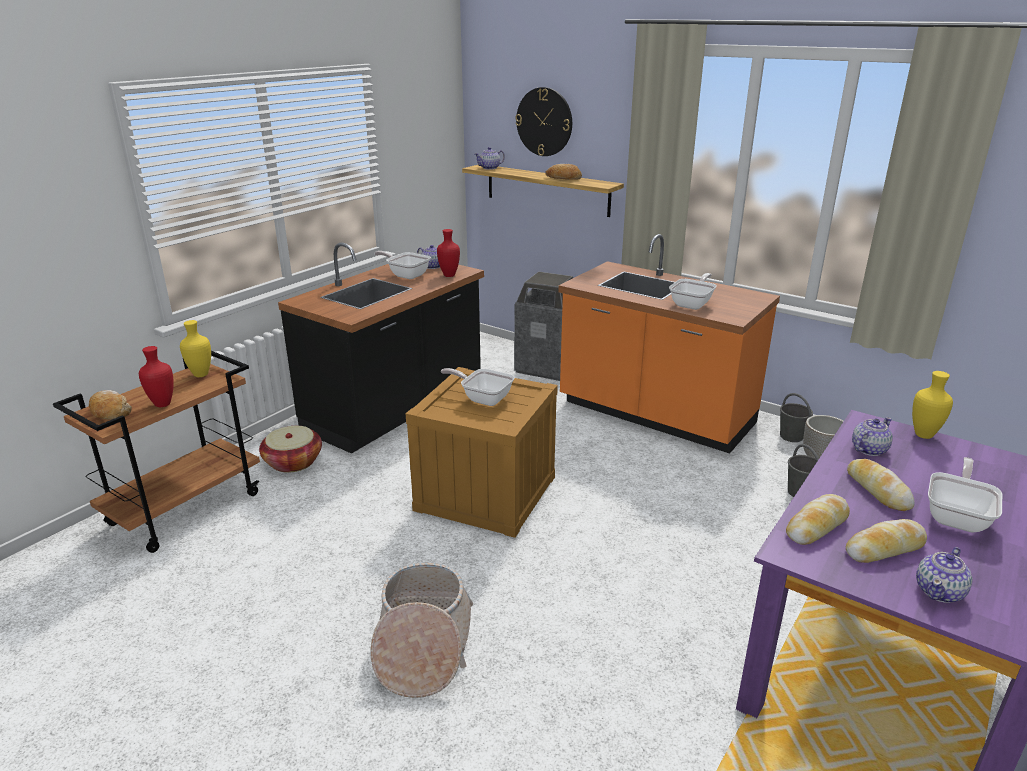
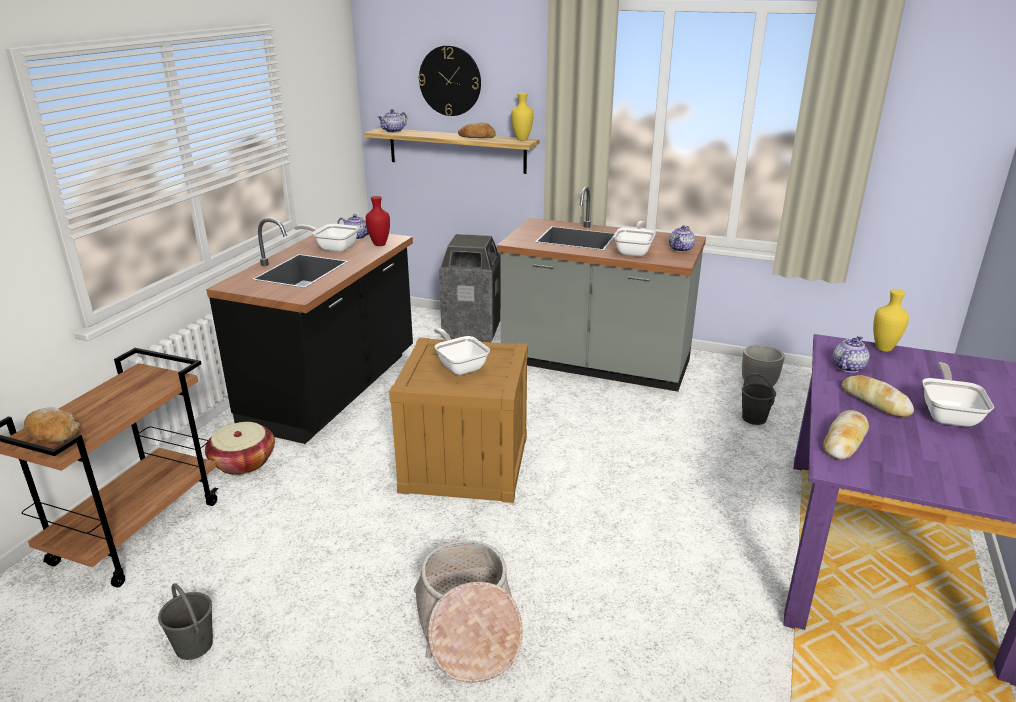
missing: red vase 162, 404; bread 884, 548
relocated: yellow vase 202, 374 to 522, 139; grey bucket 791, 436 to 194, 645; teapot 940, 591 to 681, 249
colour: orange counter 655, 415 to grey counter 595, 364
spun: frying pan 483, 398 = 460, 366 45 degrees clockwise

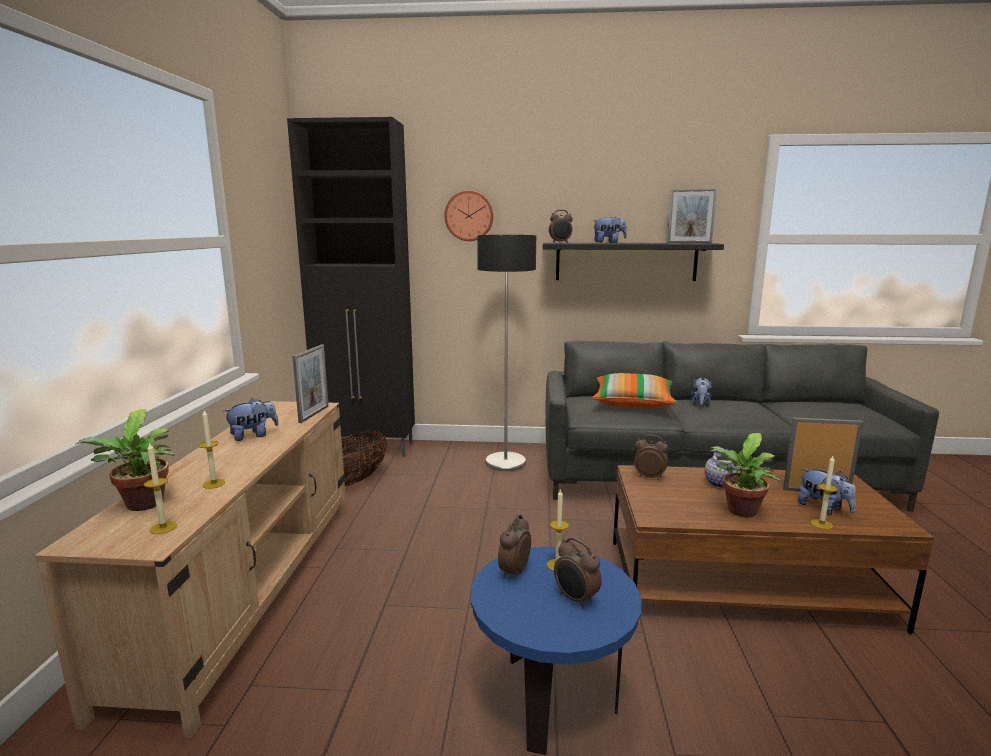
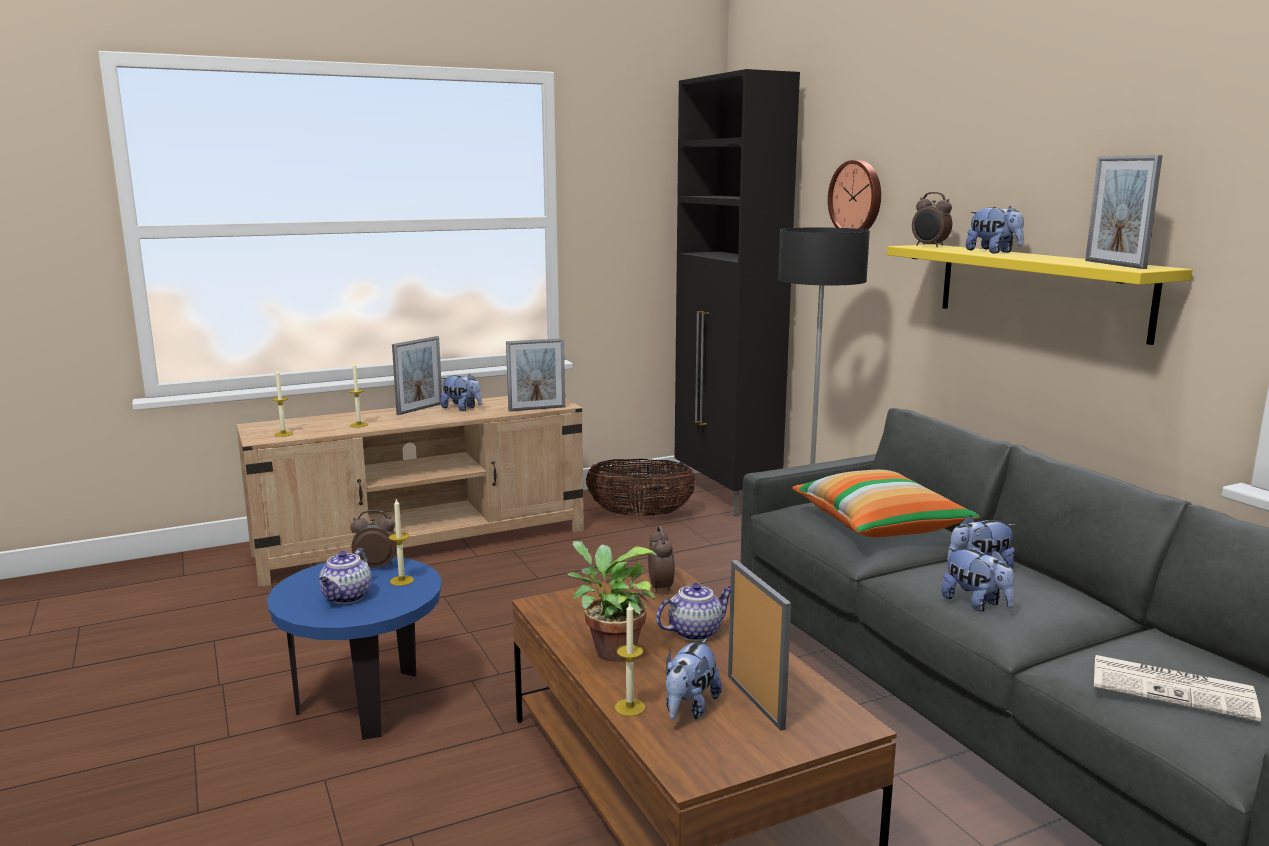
missing: potted plant 142, 506
appeared: picture frame 420, 409; plush toy 976, 604; newspaper 1174, 689
exchanged: alarm clock 575, 599 to teapot 346, 597
colour: black shelf 626, 261 to yellow shelf 1040, 289

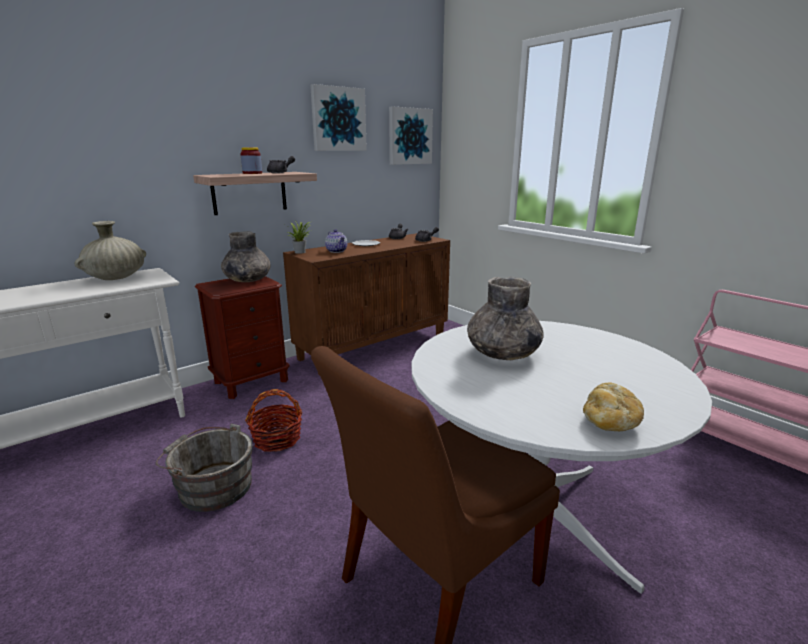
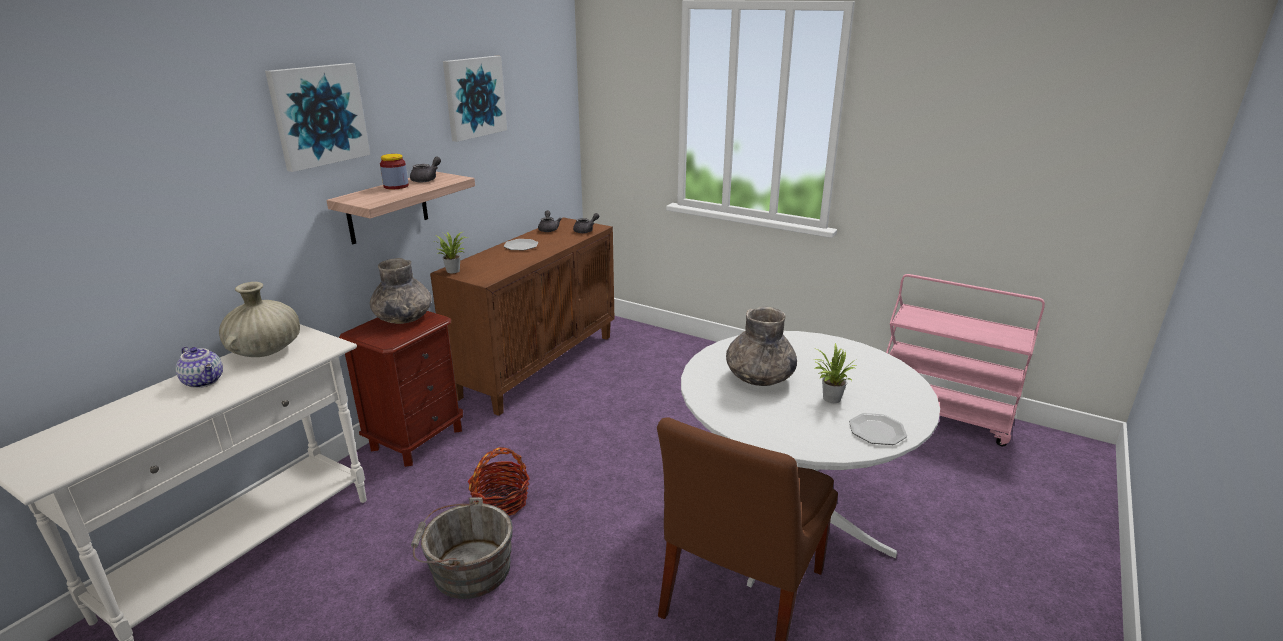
appeared: potted plant 829, 398
relocated: teapot 337, 251 to 205, 381; picture 409, 136 to 319, 115
exchanged: bread 609, 422 to plate 877, 431

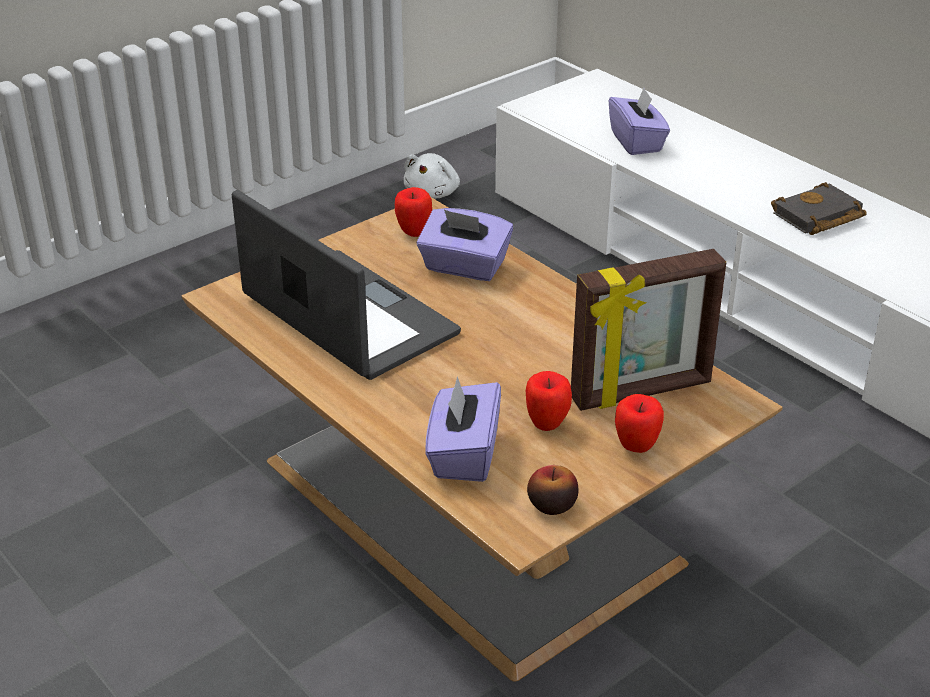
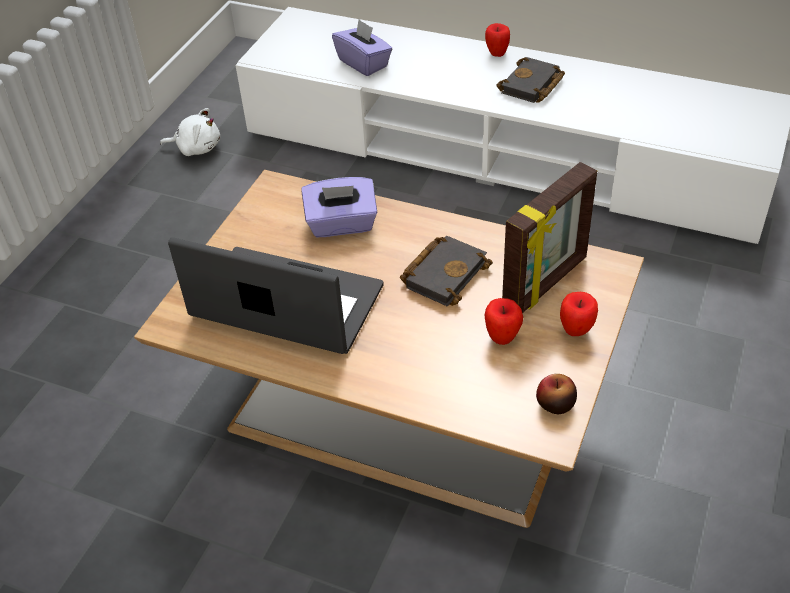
missing: purple tissue box 463, 454
appeared: black book 444, 273
relocated: apple 414, 232 to 496, 54
spun: white plush toy 433, 193 = 197, 148 75 degrees counterclockwise

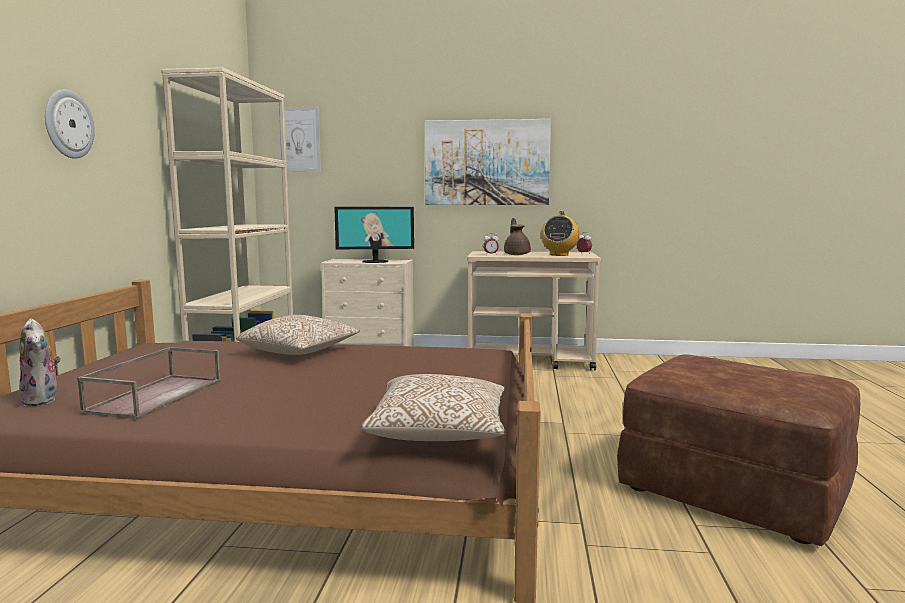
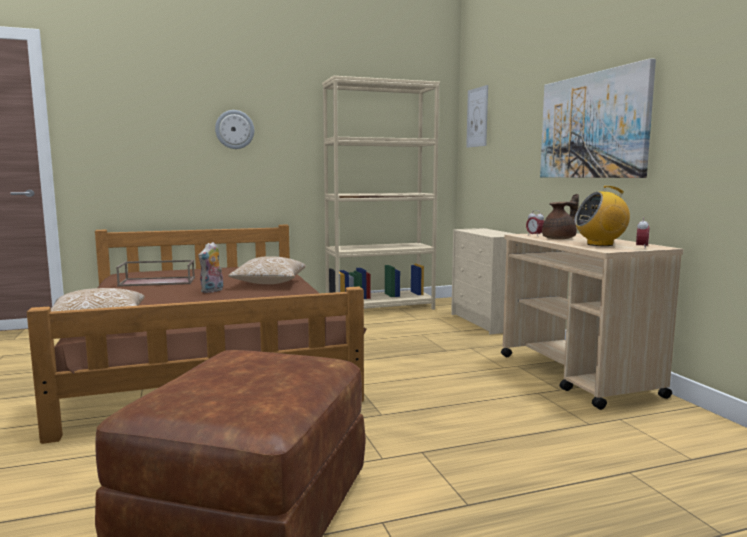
missing: monitor 375, 261
relocated: plush toy 43, 400 to 212, 291

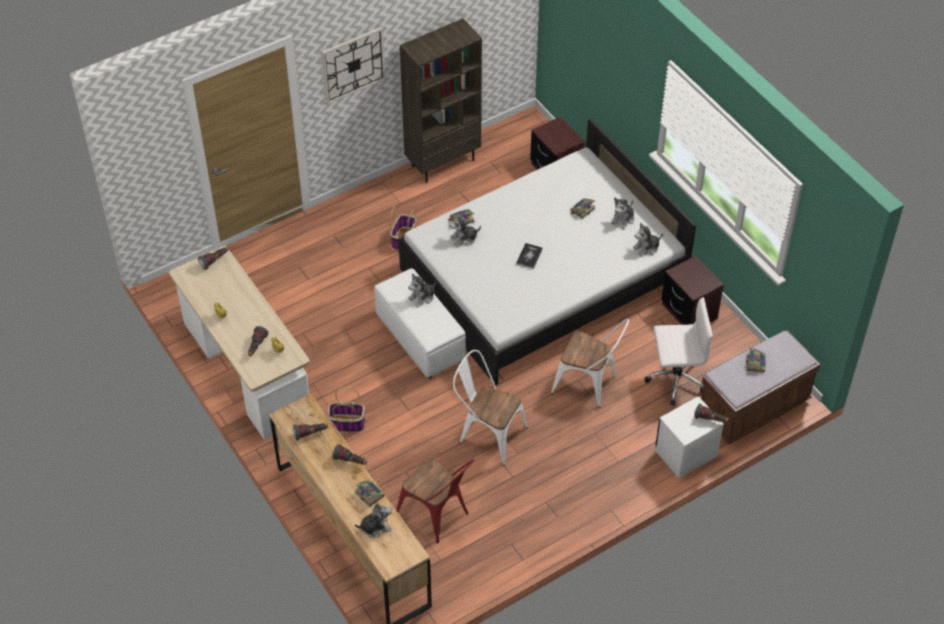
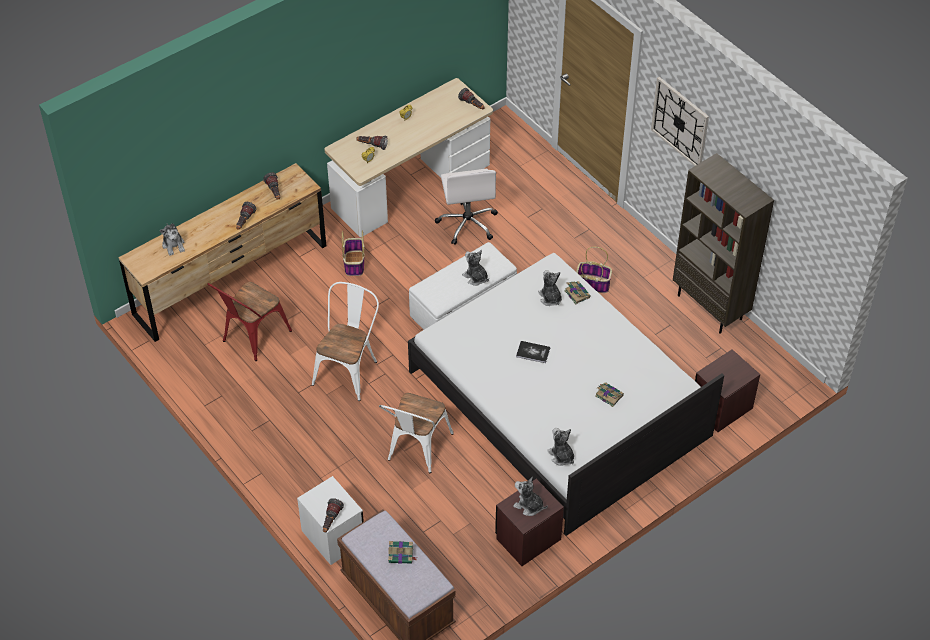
missing: book 369, 494
relocated: plush toy 623, 219 to 529, 506; white office chair 674, 378 to 467, 223

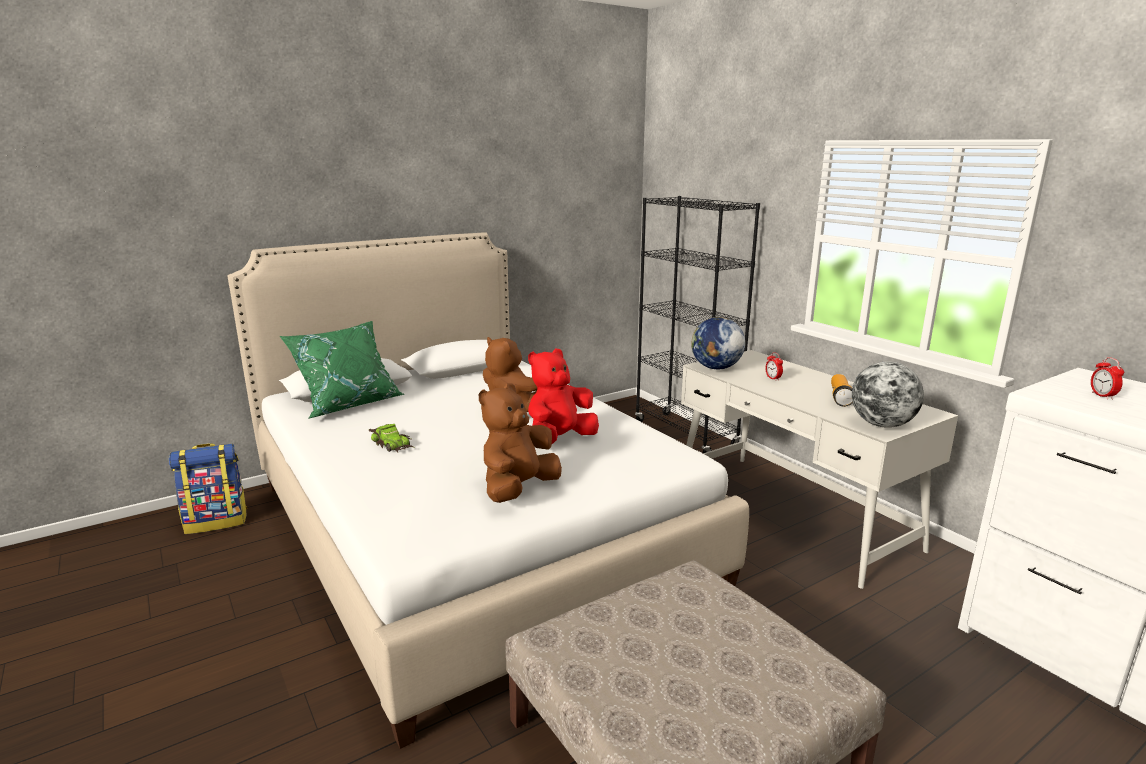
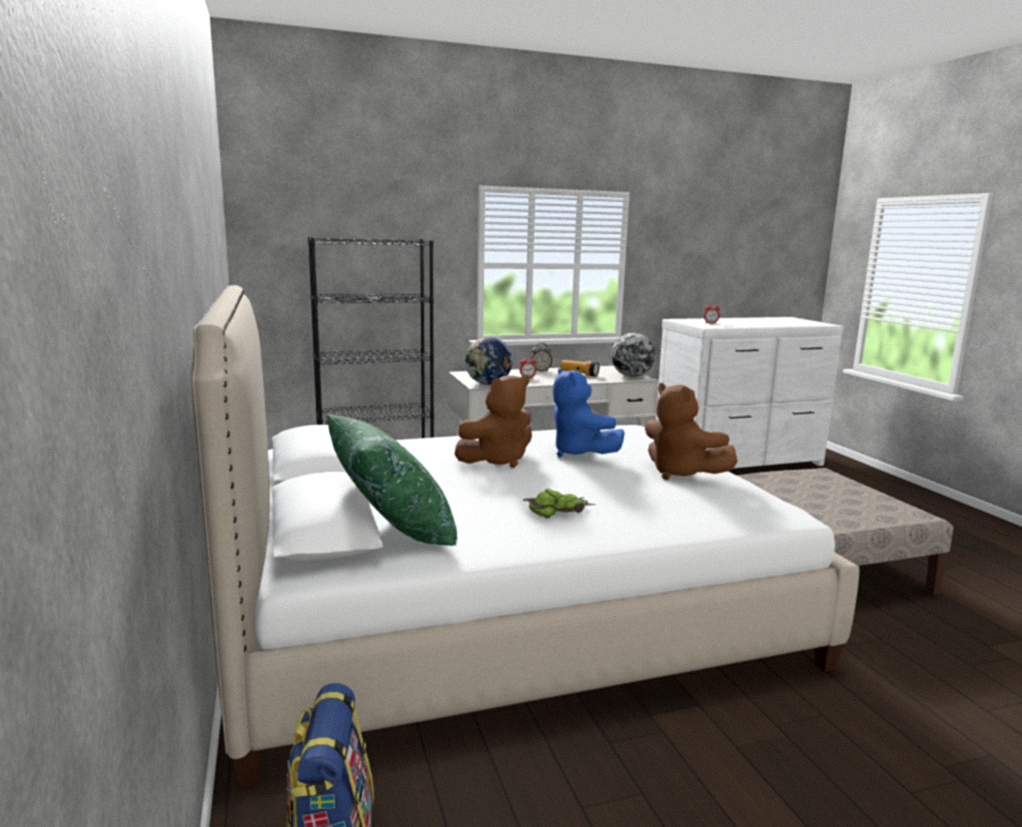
appeared: alarm clock 540, 371
colour: red plush toy 559, 440 to blue plush toy 580, 453

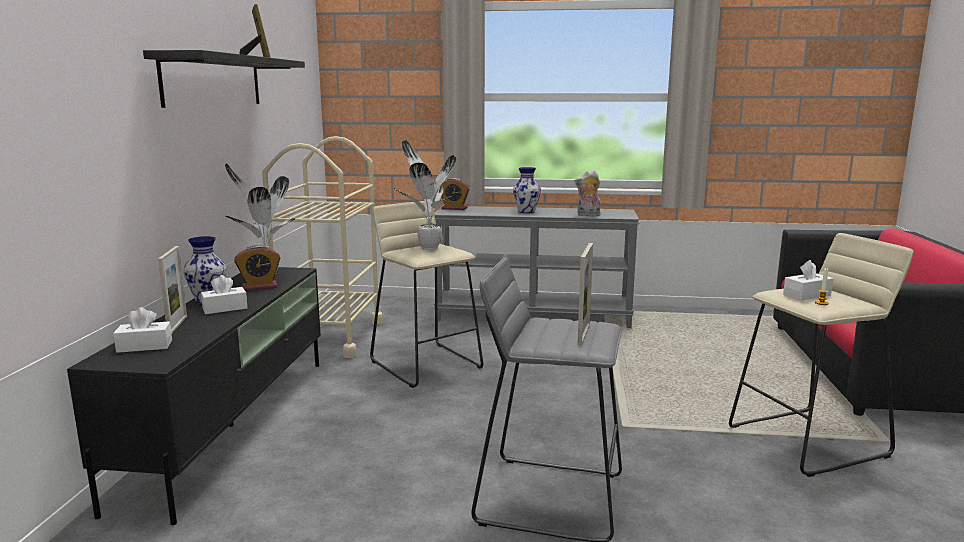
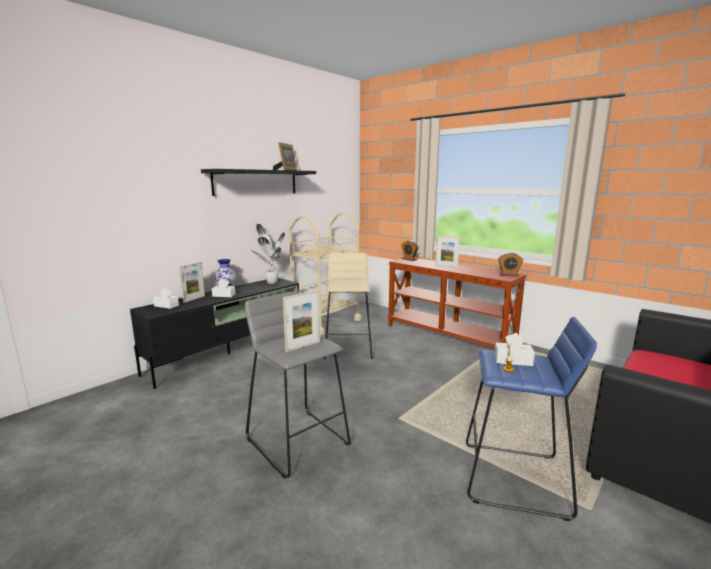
missing: potted plant 428, 247; plush toy 588, 215
relocated: alarm clock 259, 287 to 509, 275
exchanged: vase 526, 211 to picture frame 446, 266
colour: grey console table 533, 316 to brown console table 448, 336; beige stool 808, 441 to blue stool 515, 479

